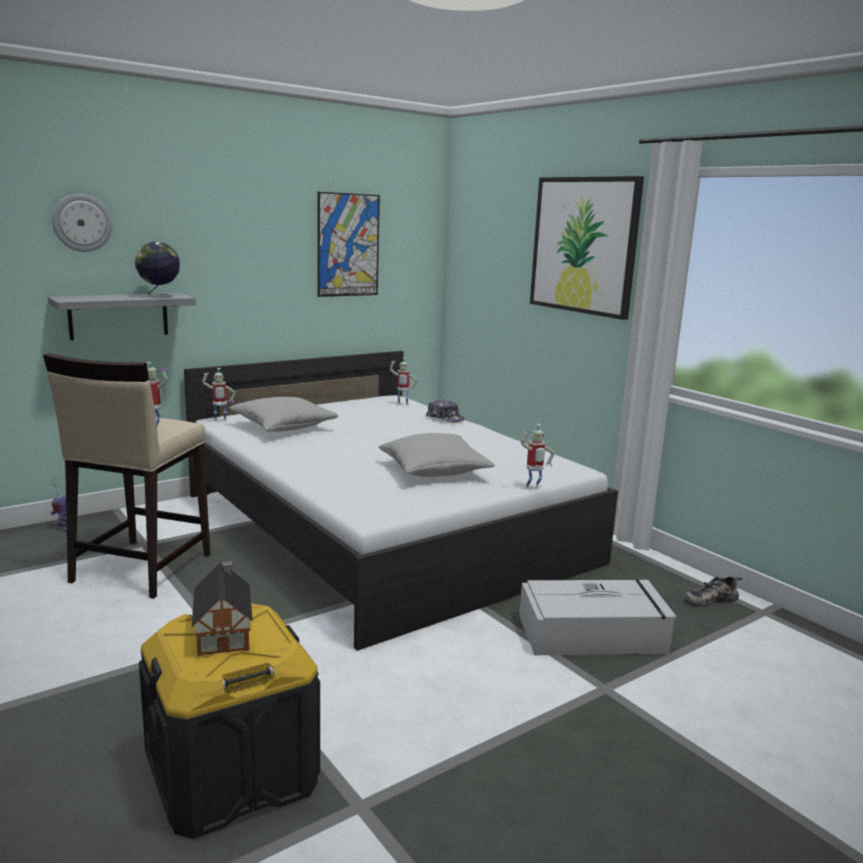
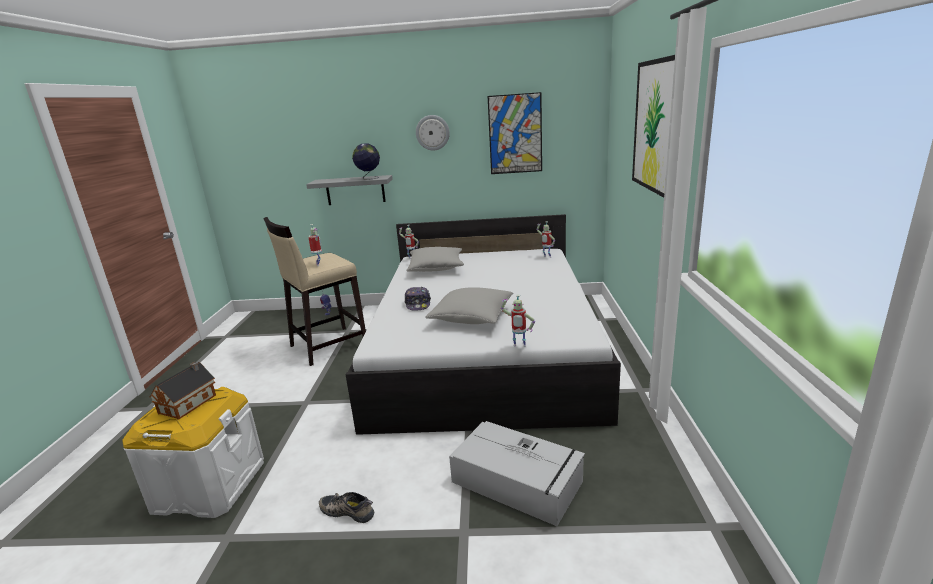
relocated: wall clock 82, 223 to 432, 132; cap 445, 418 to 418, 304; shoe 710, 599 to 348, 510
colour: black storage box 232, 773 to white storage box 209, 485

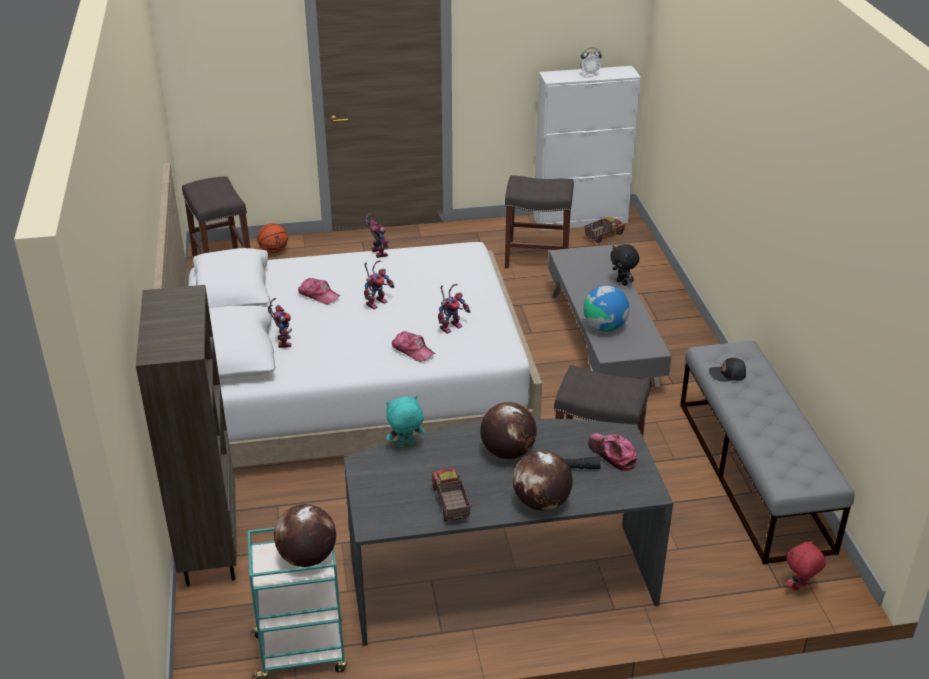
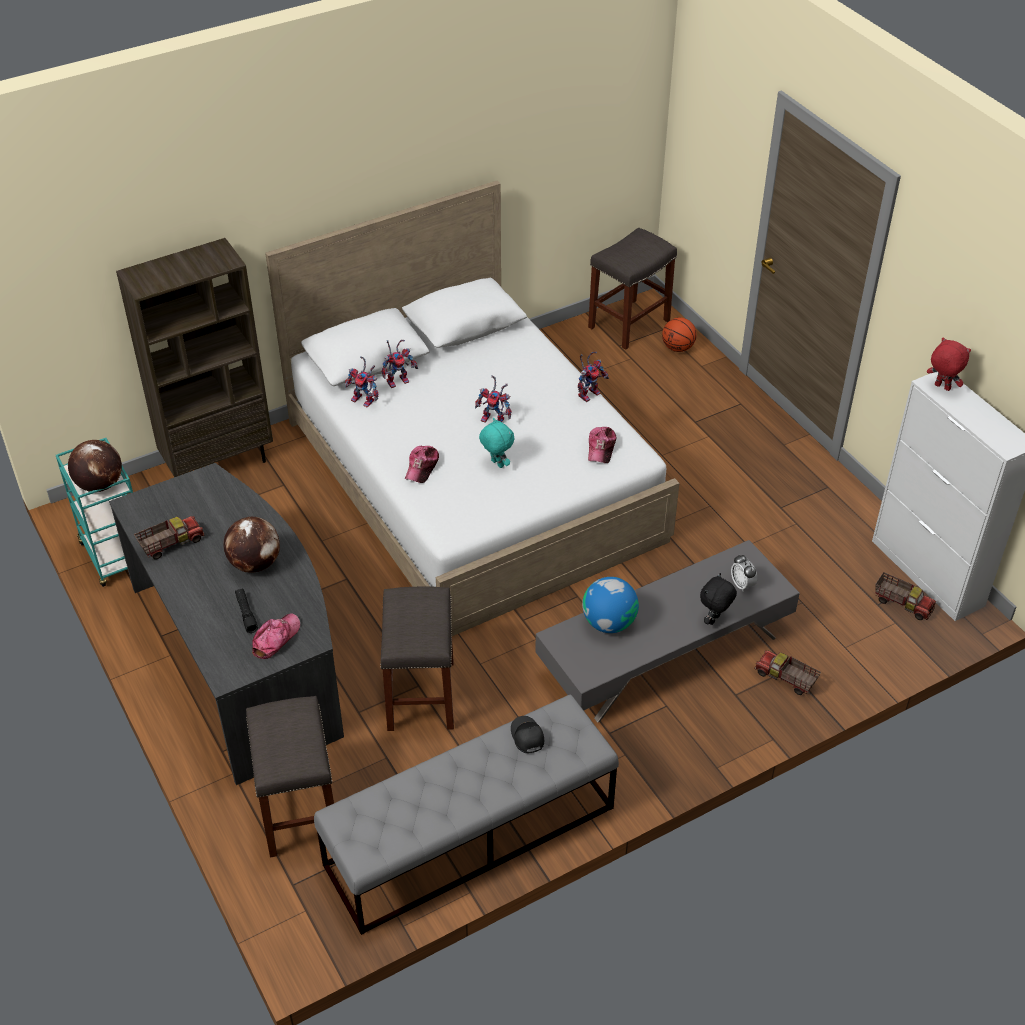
missing: globe 541, 503
appeared: toy truck 785, 679
relocated: cap 319, 295 to 601, 448; turquoise plush toy 405, 445 to 496, 464; toy robot 451, 326 to 365, 400; grey stool 538, 258 to 300, 813; alarm clock 589, 75 to 742, 585; red plush toy 799, 587 to 941, 387

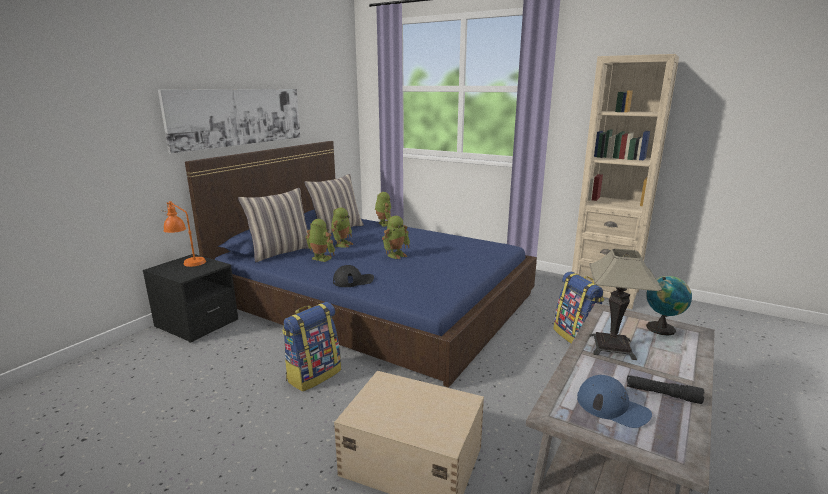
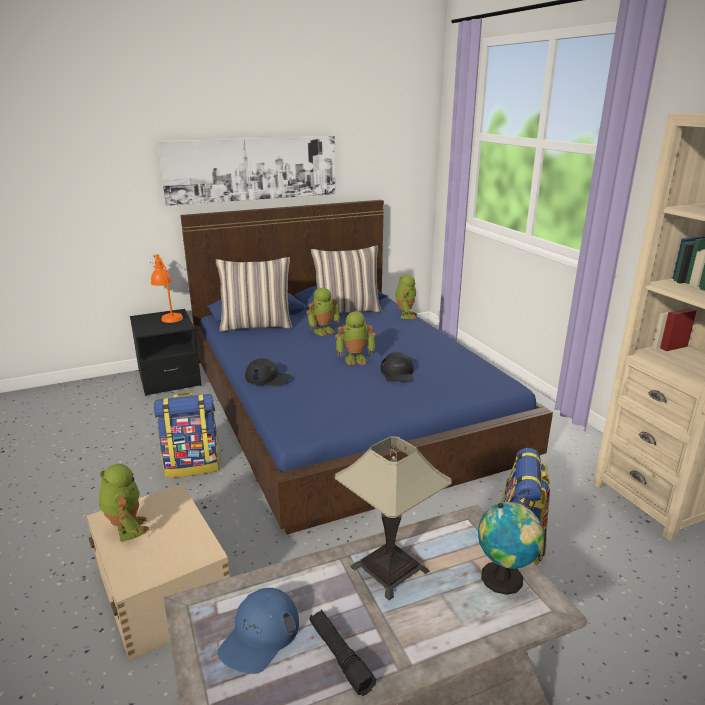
appeared: black cap 398, 373
relocated: toy robot 320, 259 to 127, 529
spun: blue cap 612, 407 = 260, 635 45 degrees clockwise

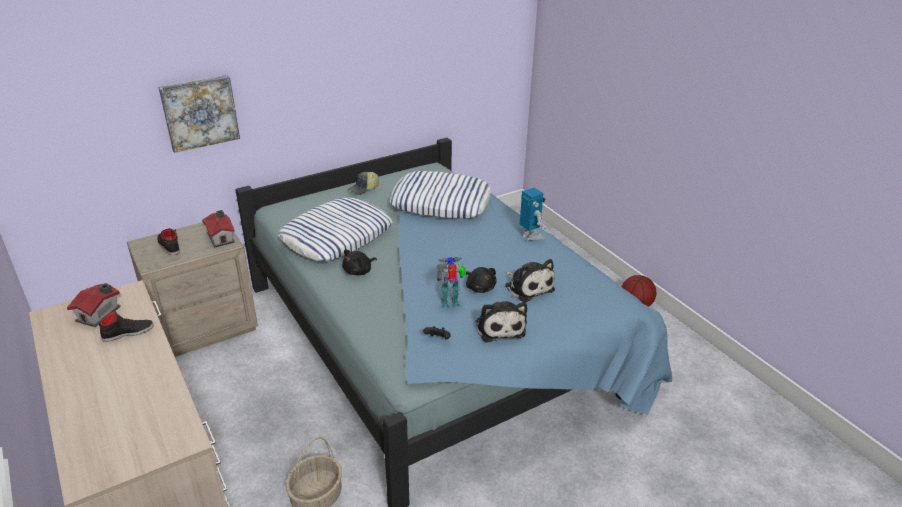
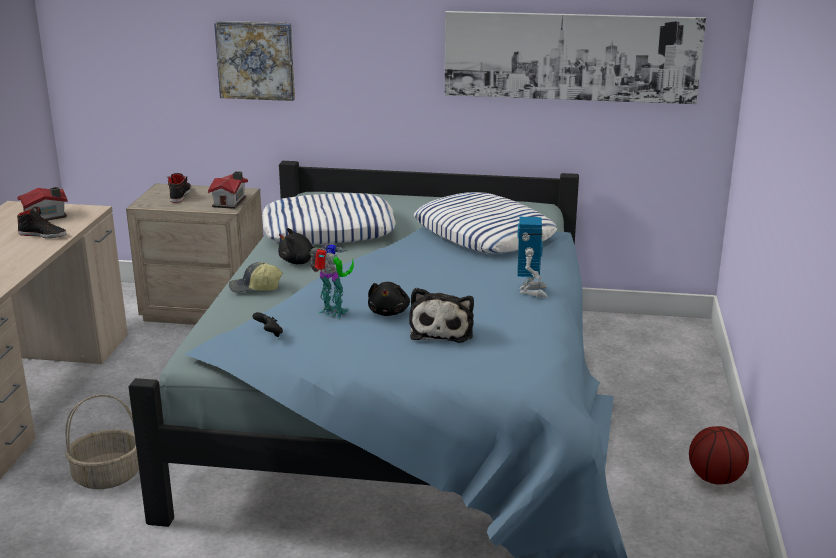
missing: plush toy 499, 327
appeared: picture 571, 56
relocated: cap 364, 189 to 255, 288

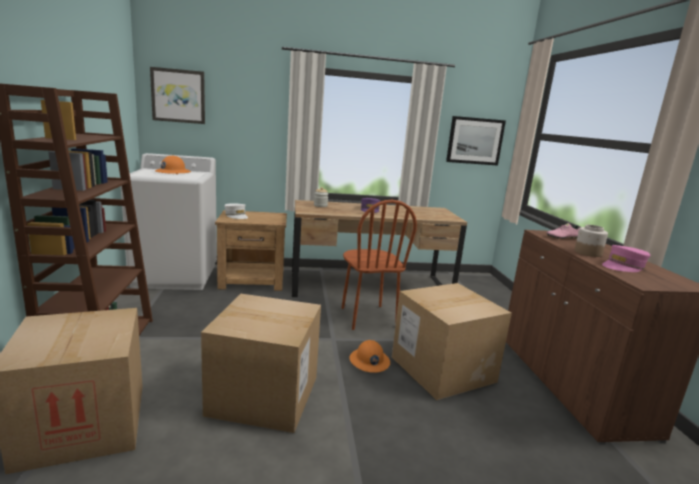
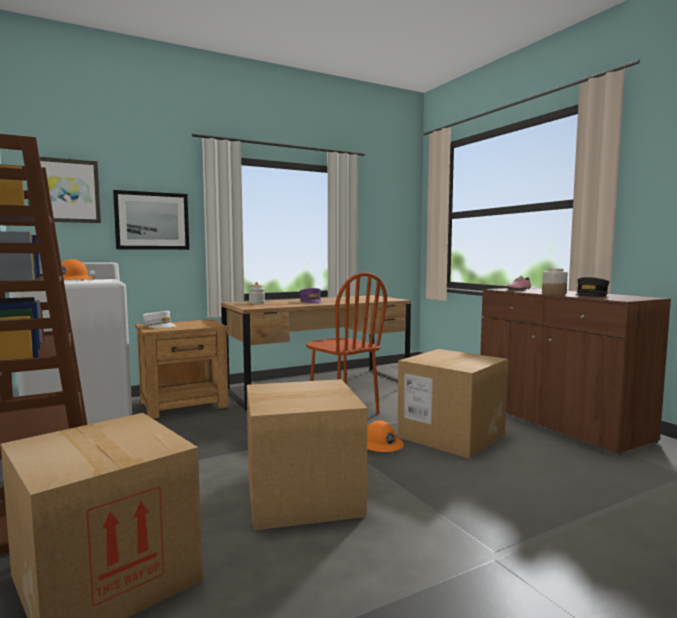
relocated: picture 475, 141 to 152, 221
colour: pink cap 623, 266 to grey cap 591, 295

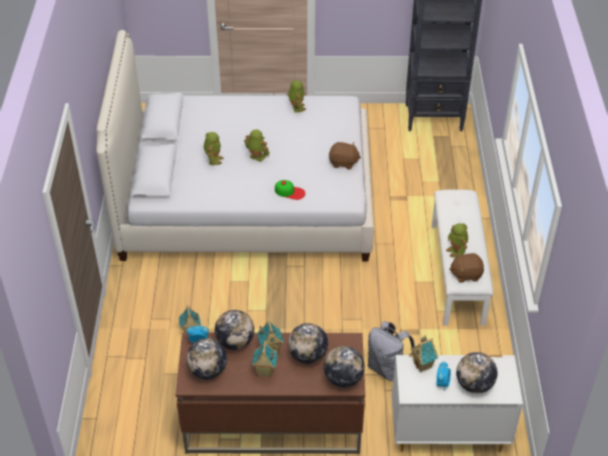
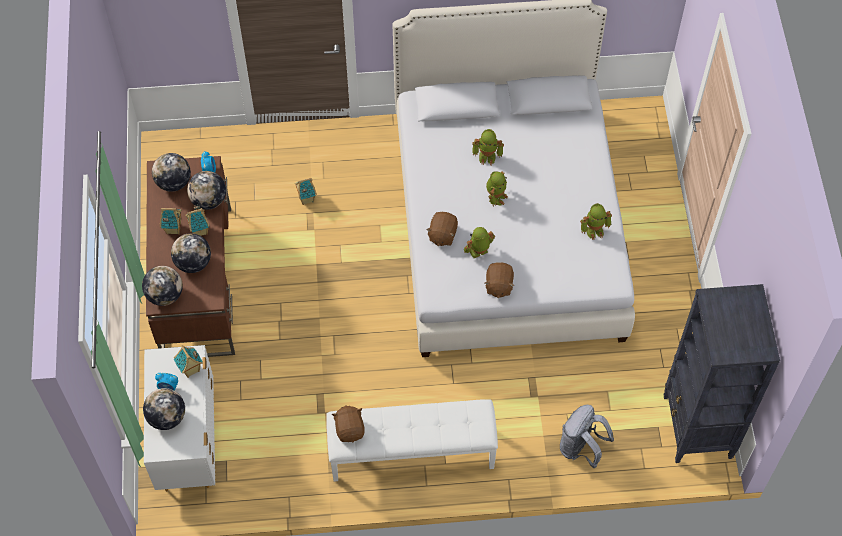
relocated: grey backpack 387, 368 to 581, 448; toy robot 456, 251 to 478, 252
exchanged: cap 290, 192 to brown plush toy 442, 235

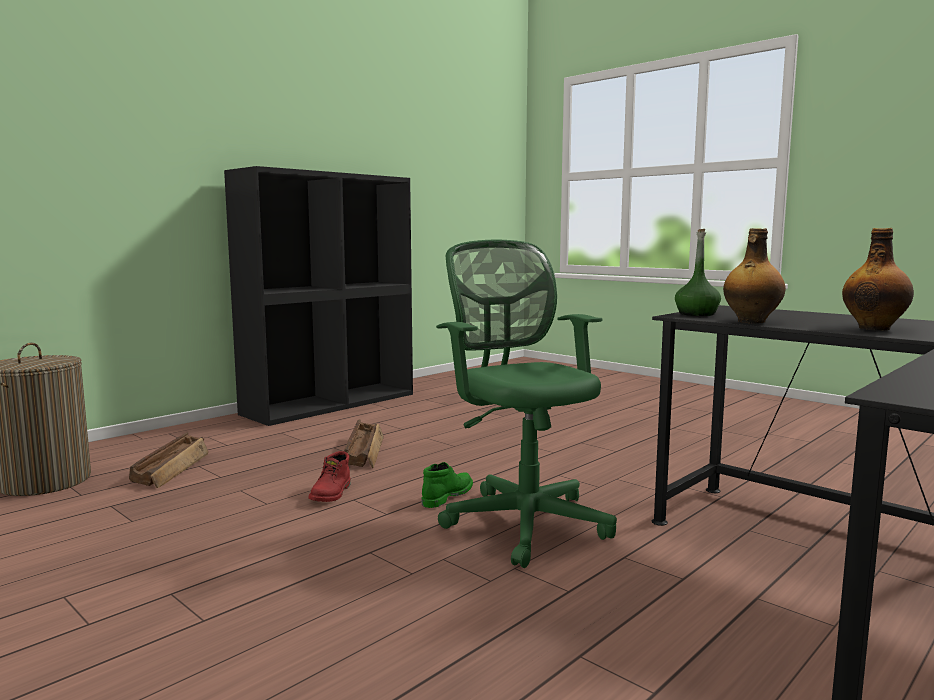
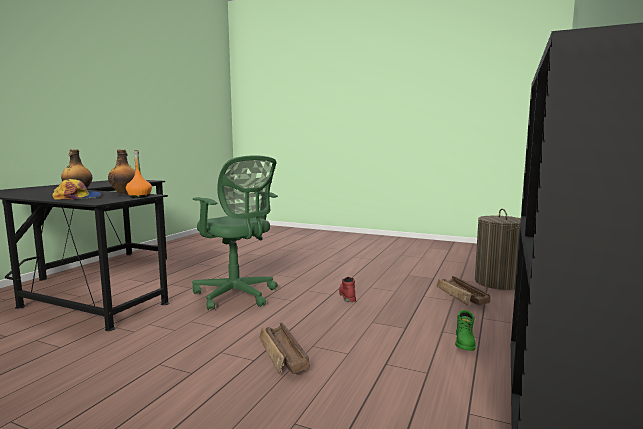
appeared: cap 77, 197
relocated: crate 364, 451 to 282, 355; green boot 446, 496 to 465, 342
colour: green bottle 696, 314 to orange bottle 139, 196

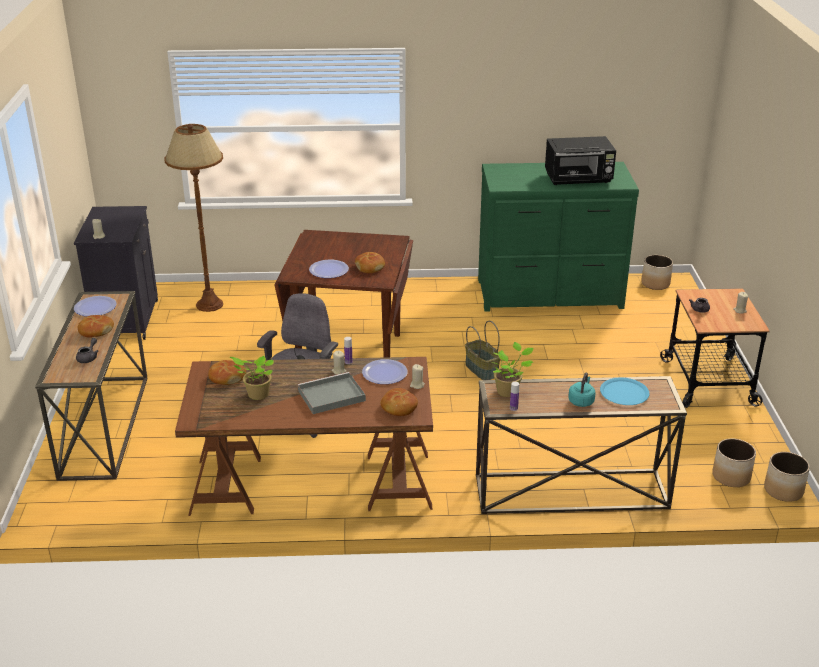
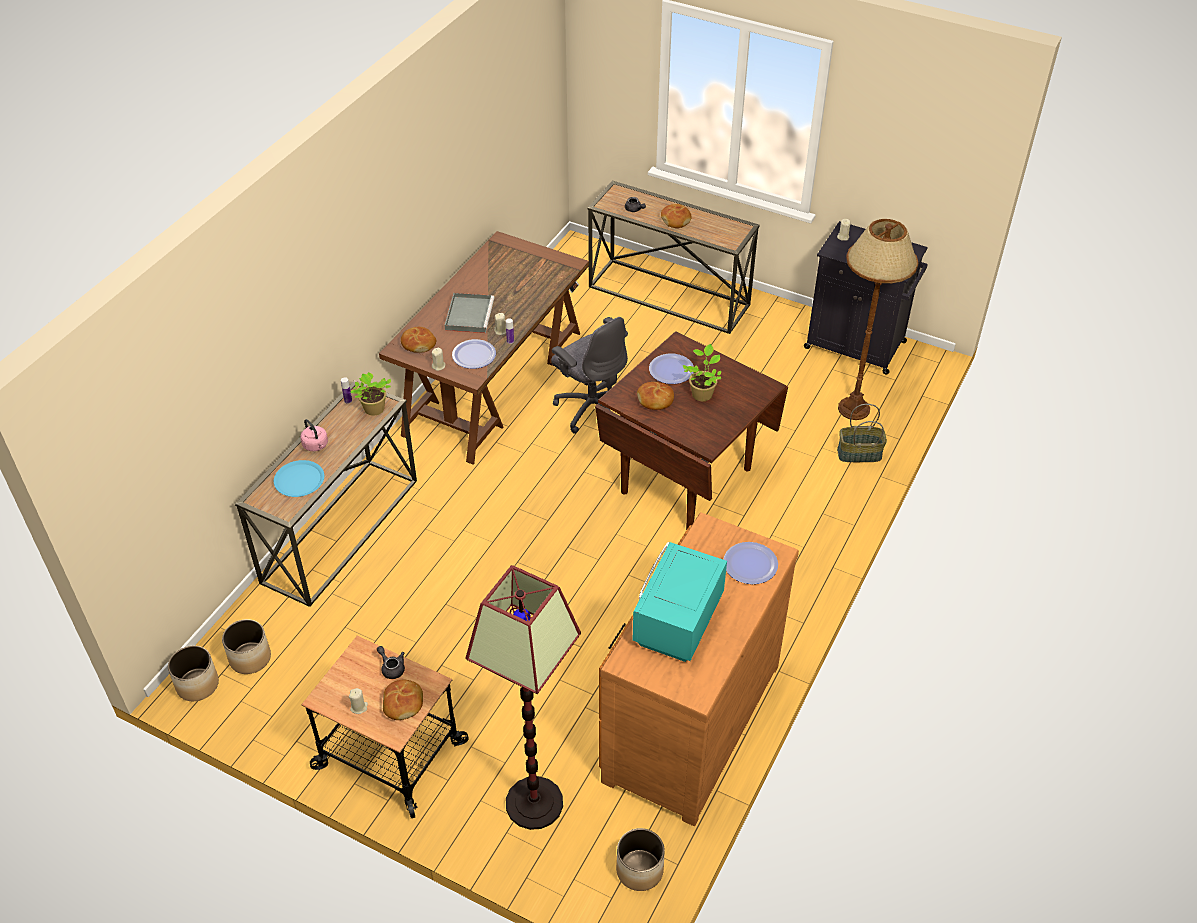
appeared: floor lamp 535, 803
relocated: plate 95, 307 to 750, 564; bread 227, 377 to 403, 703; potted plant 256, 395 to 702, 393; basket 482, 370 to 859, 454
colour: green dresser 550, 295 to brown dresser 688, 721; black microwave 579, 179 to turquoise microwave 676, 622; turquoise kettle 581, 401 to pink kettle 316, 446

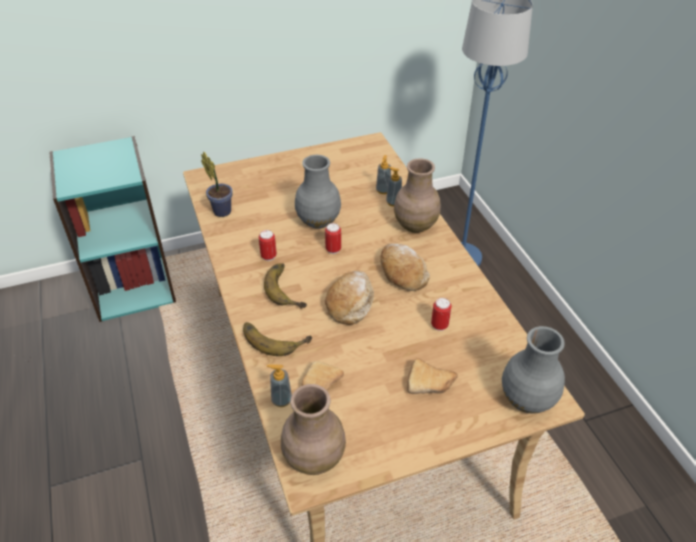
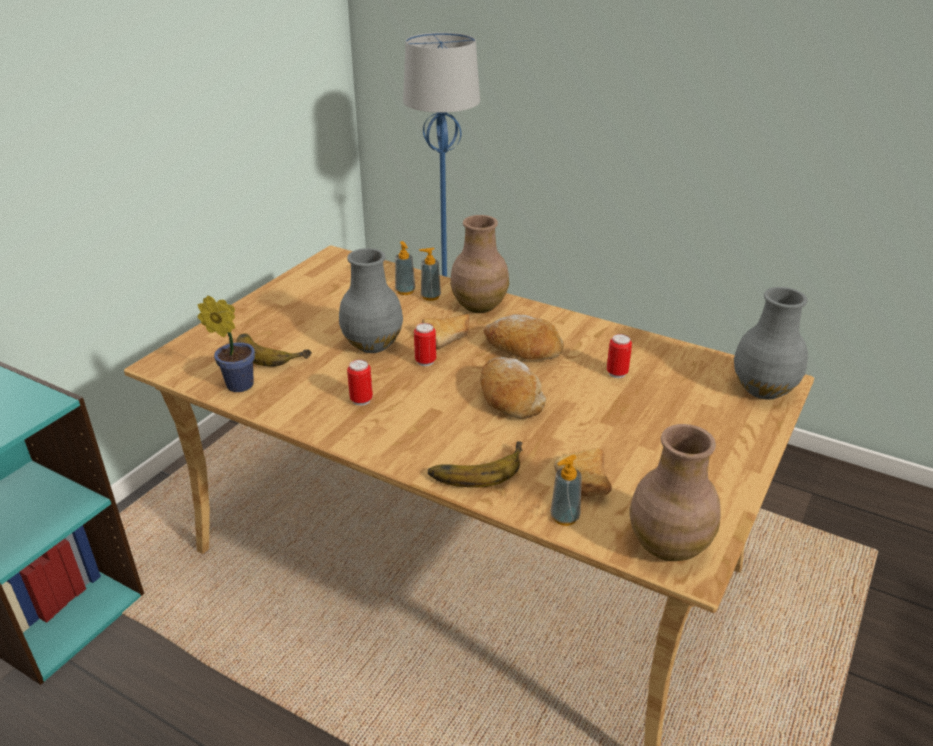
relocated: banana 288, 288 to 272, 351; bread 431, 384 to 449, 337

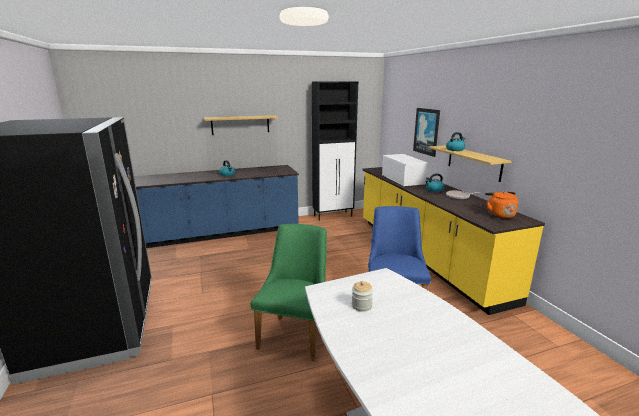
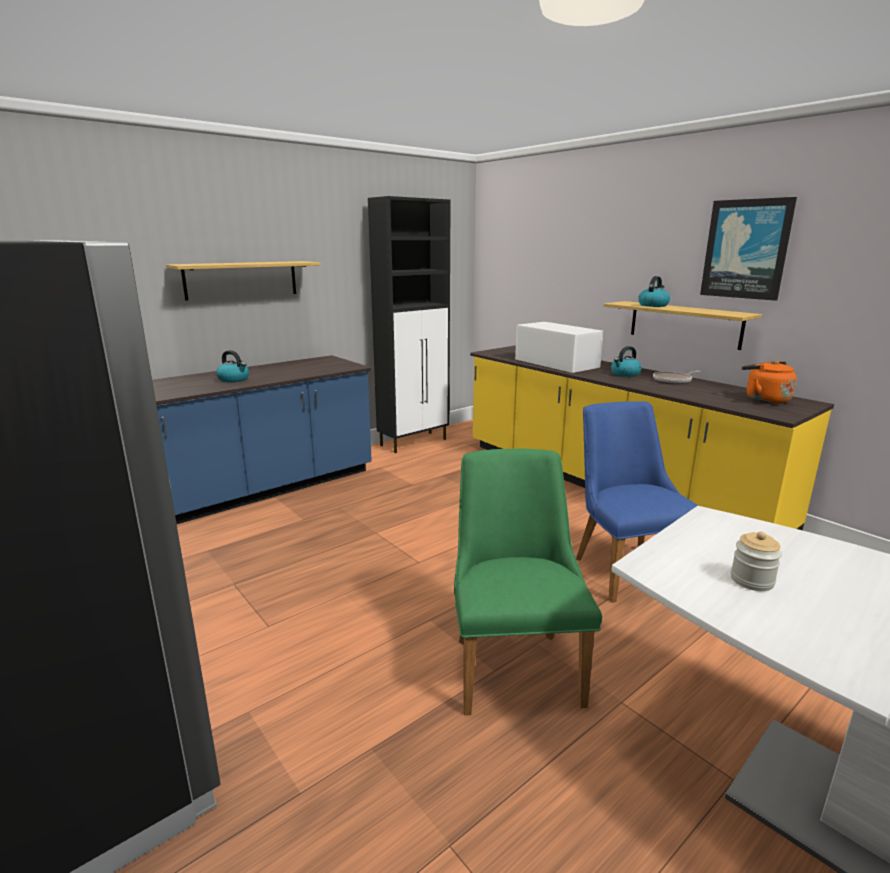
relocated: picture 426, 131 to 746, 249

